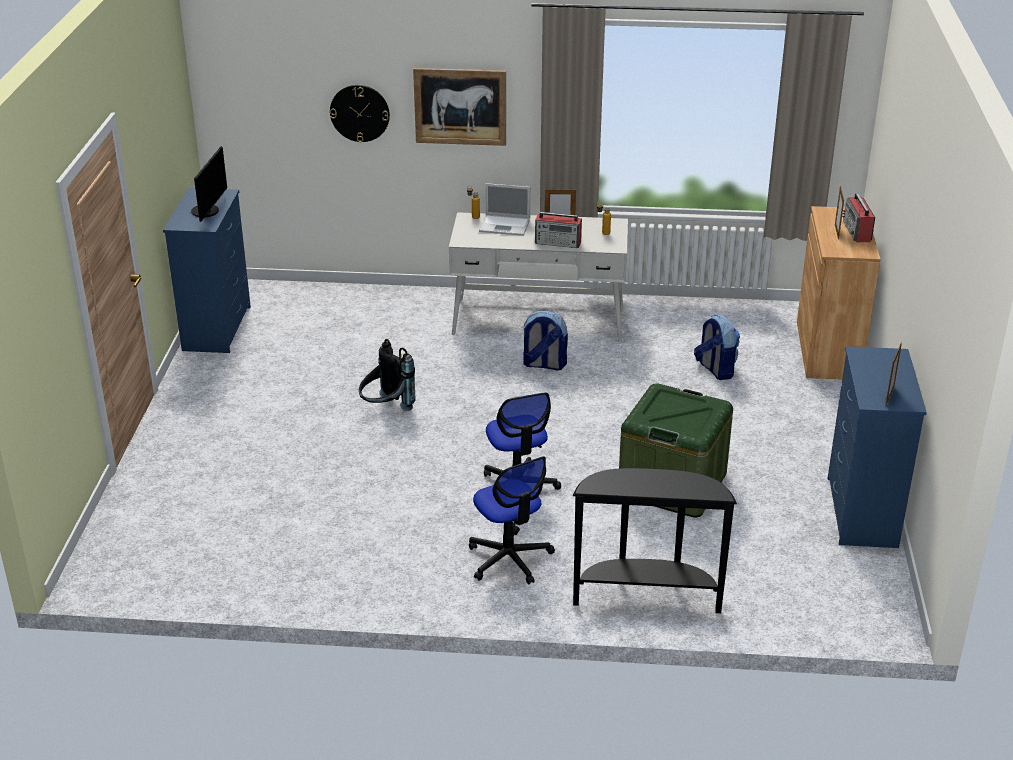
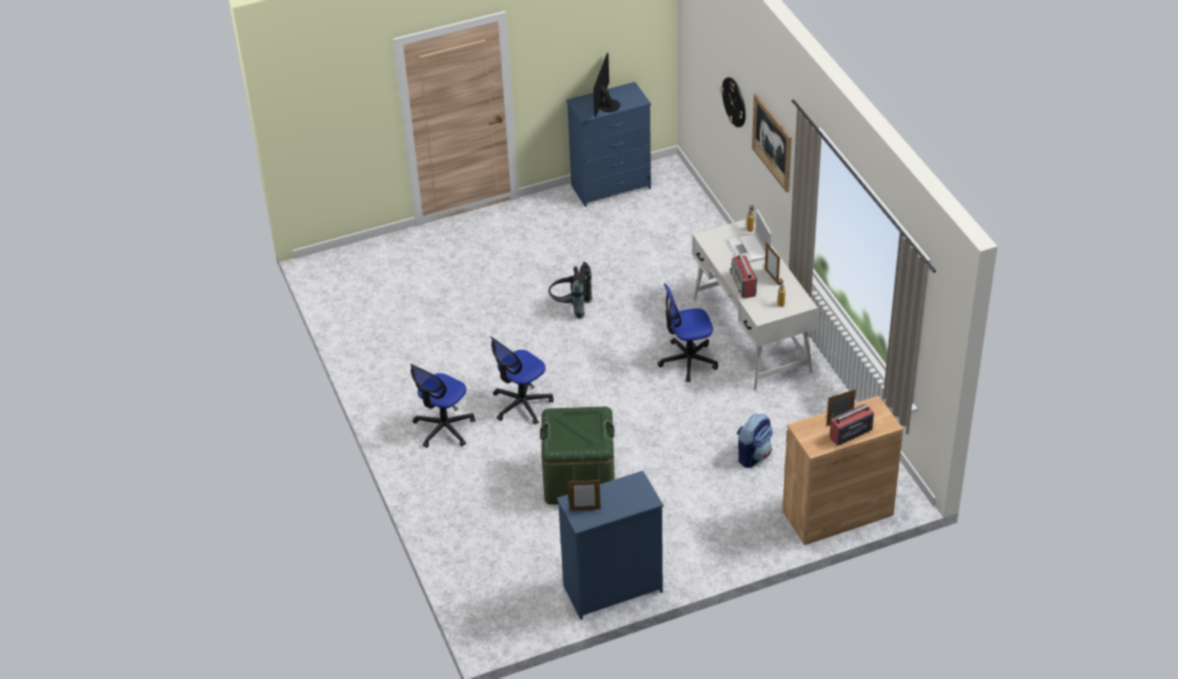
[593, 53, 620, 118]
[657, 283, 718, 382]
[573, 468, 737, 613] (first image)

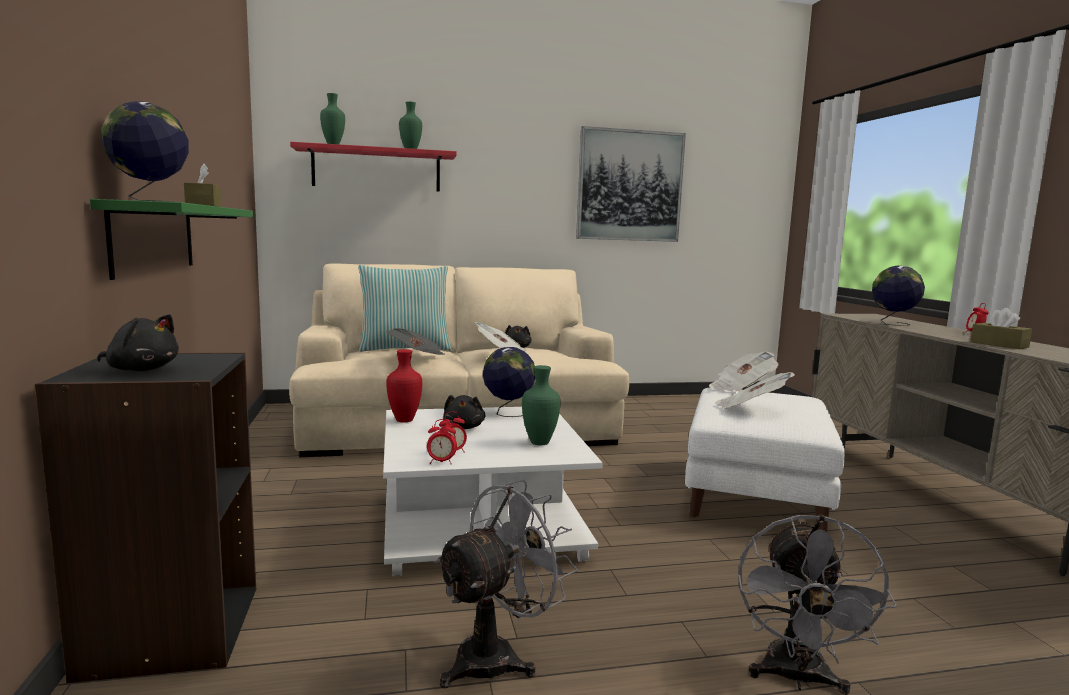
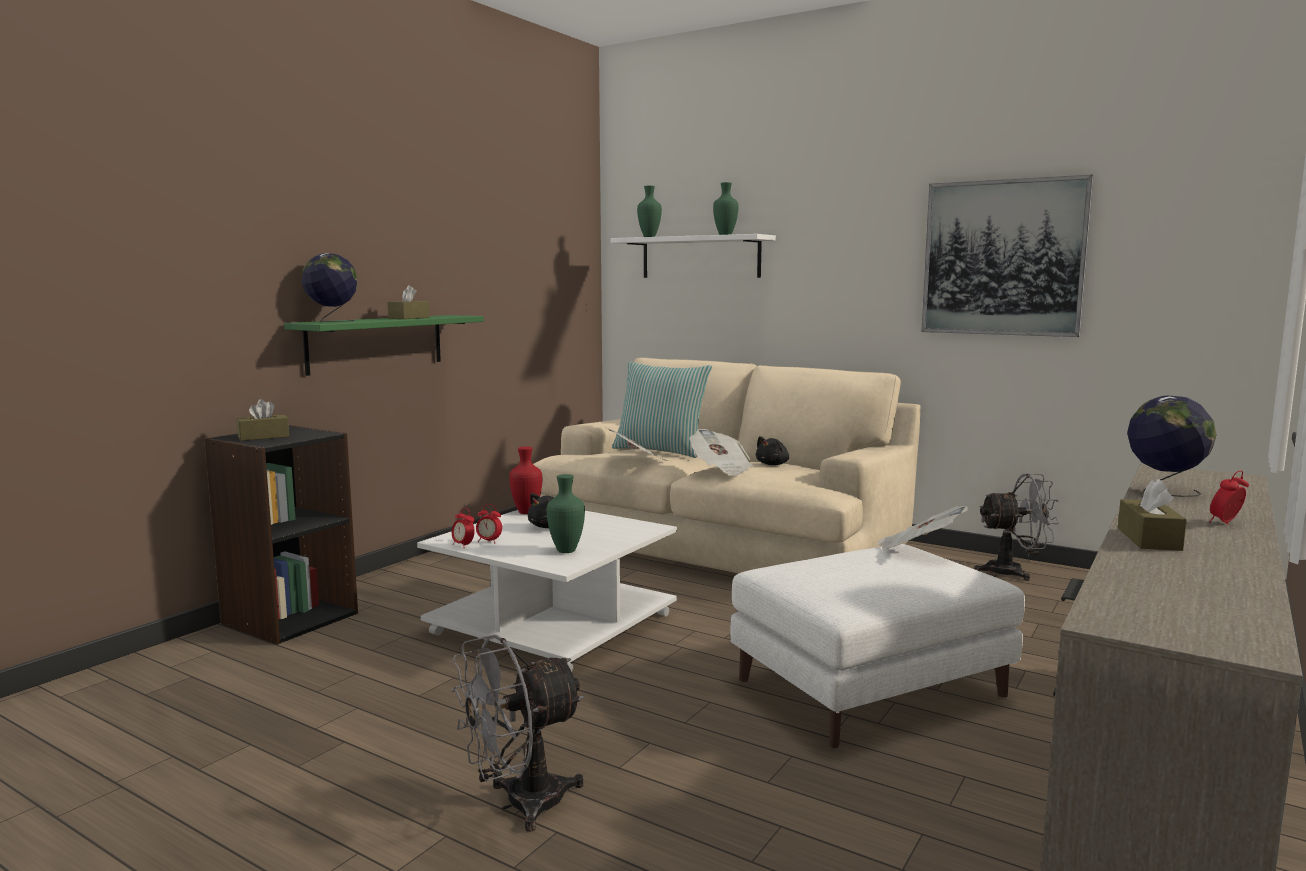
[237, 399, 289, 441]
[611, 234, 776, 278]
[974, 474, 1059, 581]
[483, 347, 535, 417] (first image)
[715, 372, 795, 409] (first image)

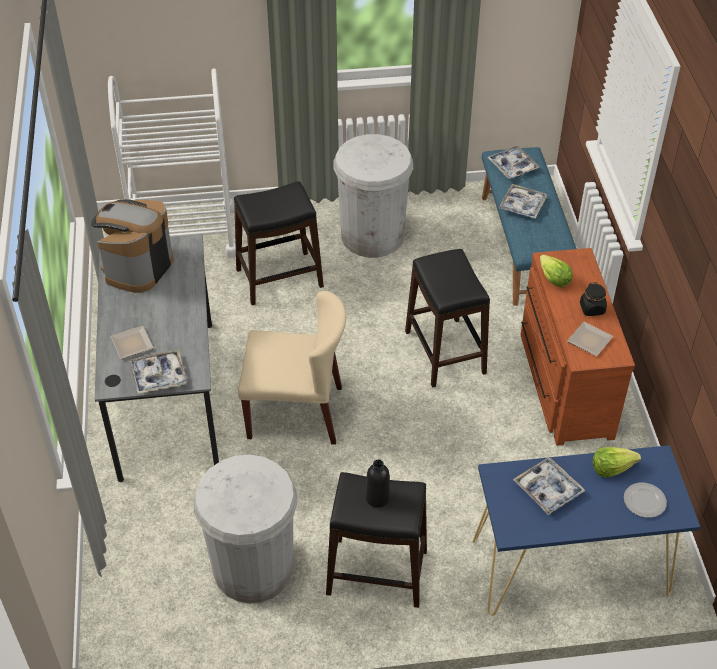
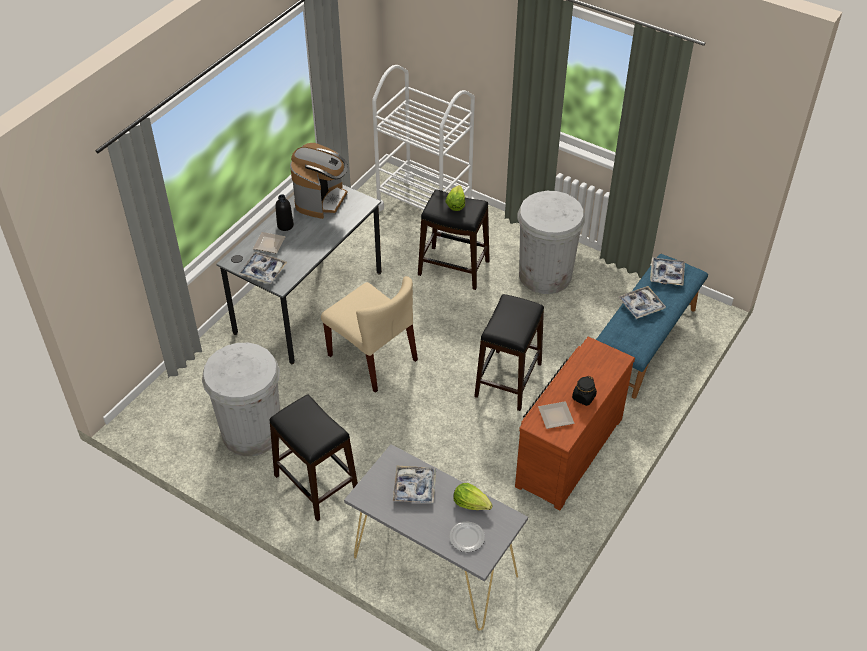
[290, 143, 348, 219]
[275, 194, 294, 231]
[344, 444, 528, 630]
[445, 185, 465, 211]

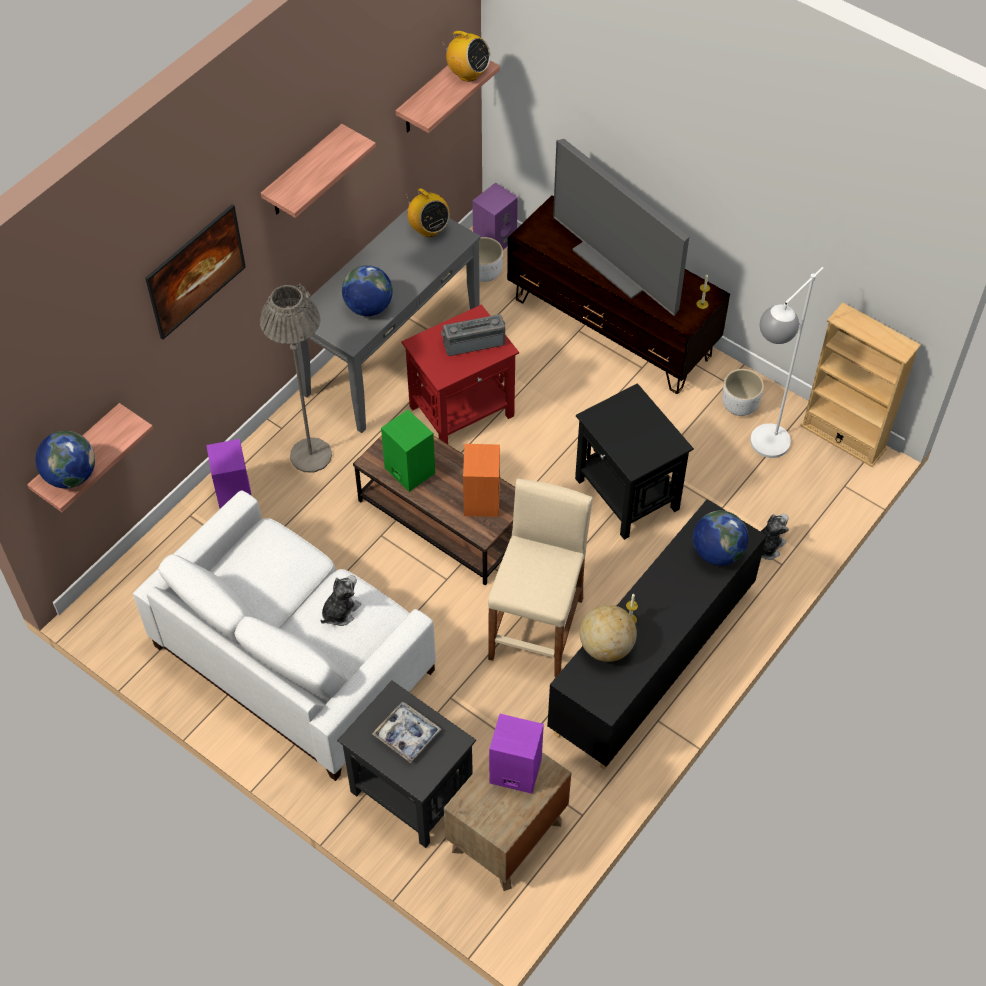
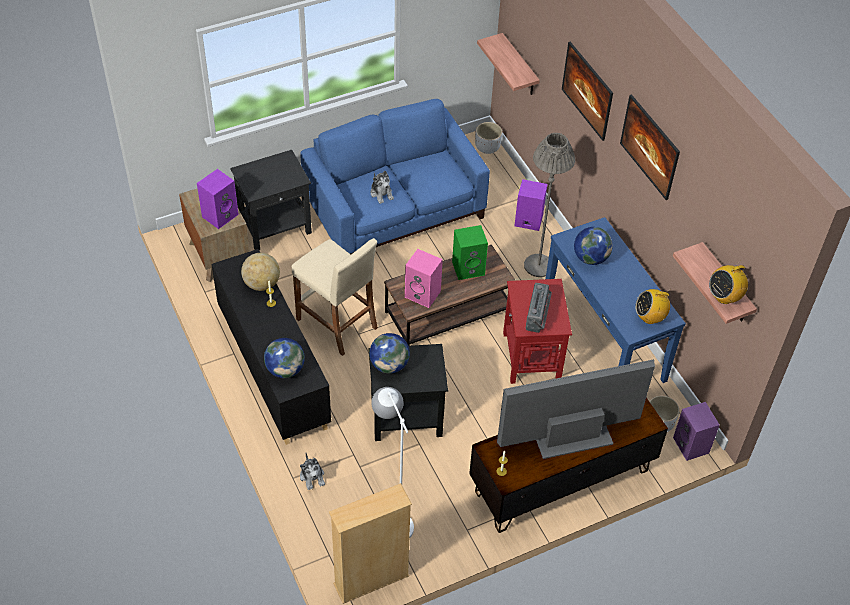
[369, 333, 410, 374]
[300, 99, 490, 254]
[620, 94, 680, 200]
[545, 217, 686, 383]
[372, 702, 441, 763] (first image)
[405, 249, 443, 308]
[475, 122, 502, 154]

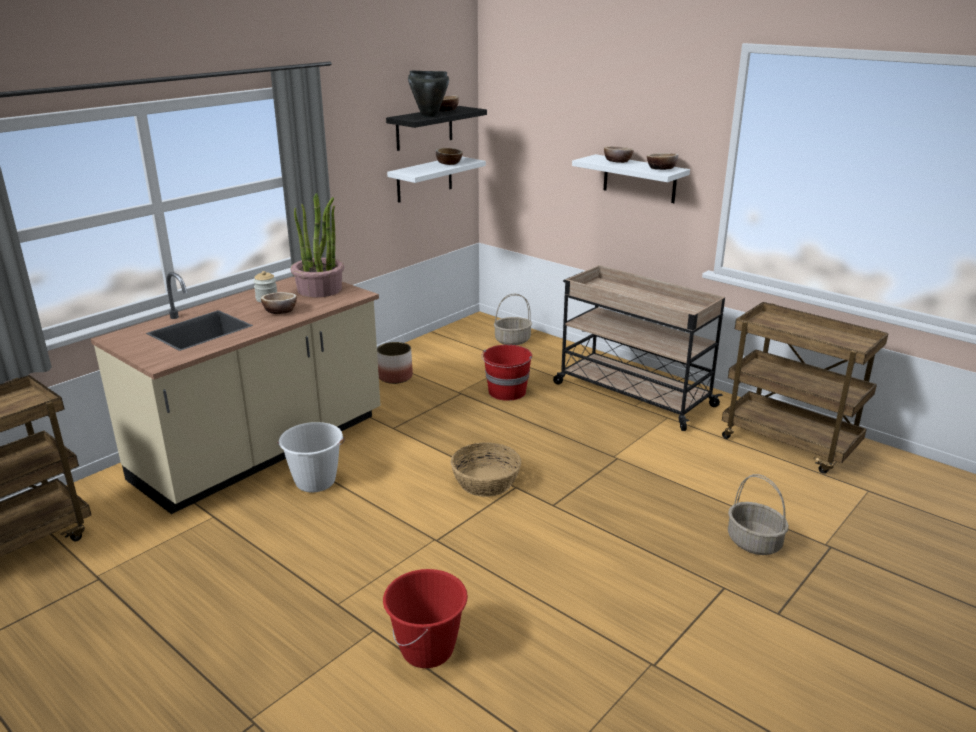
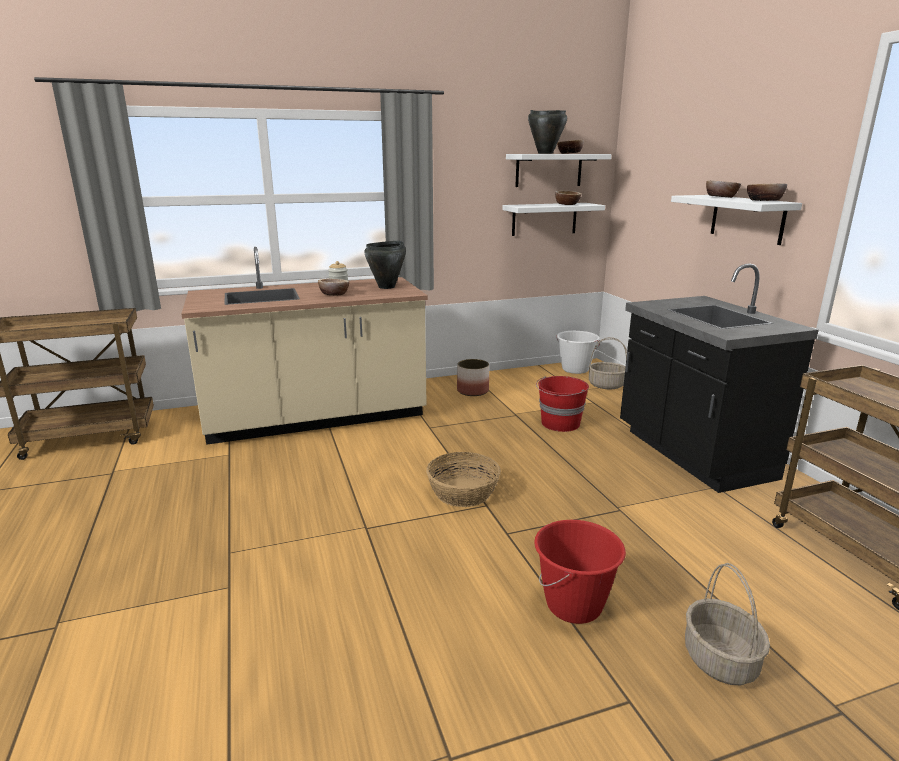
[556, 331, 600, 374]
[364, 241, 406, 289]
[534, 520, 626, 624]
[506, 154, 612, 187]
[620, 263, 819, 493]

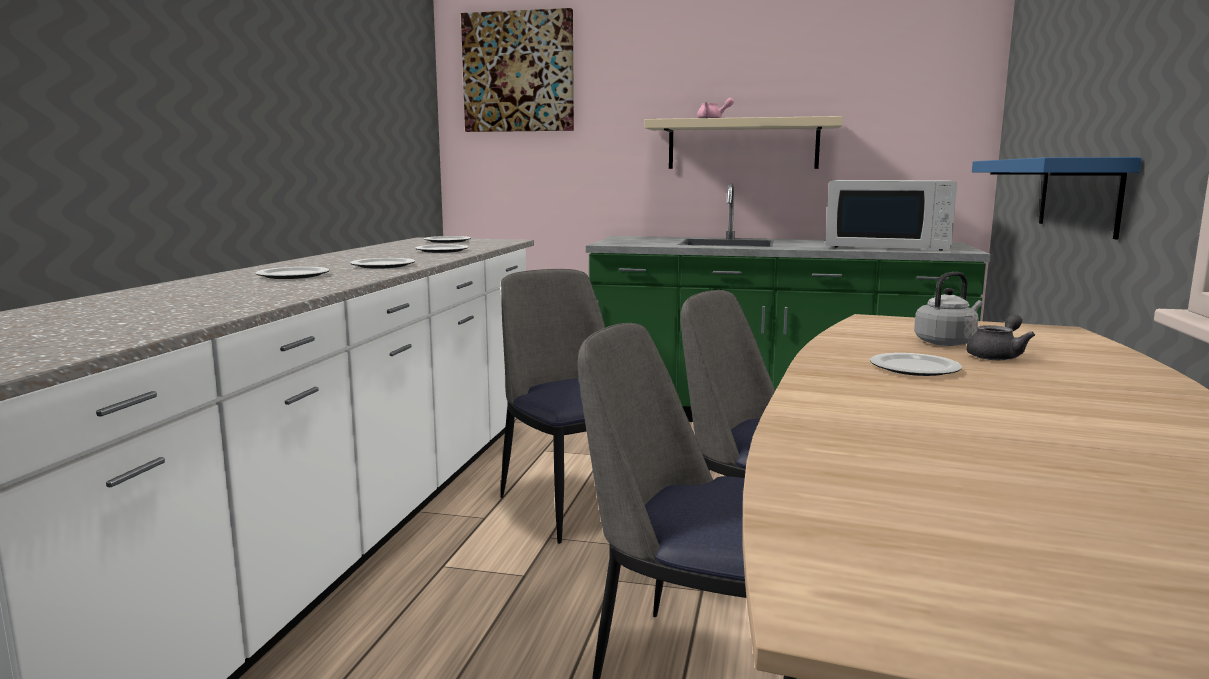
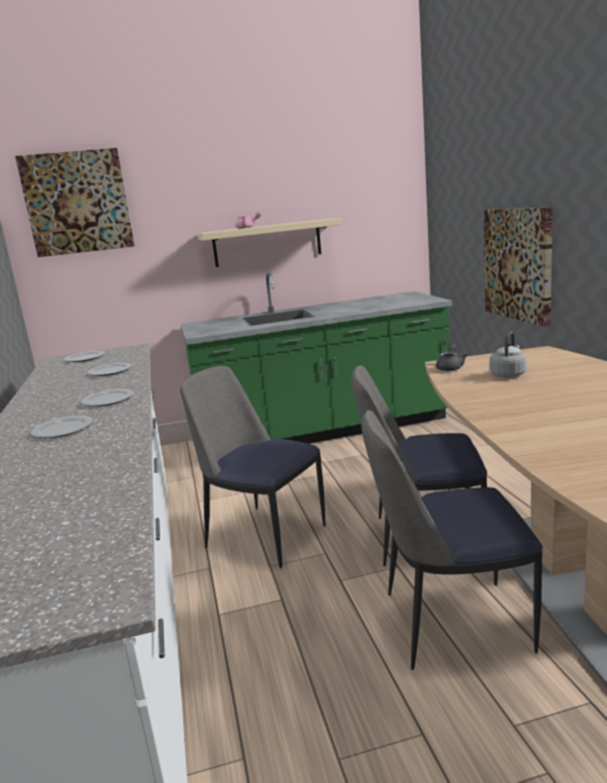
[825, 180, 957, 251] (first image)
[870, 353, 962, 376] (first image)
[436, 344, 468, 371]
[484, 207, 553, 327]

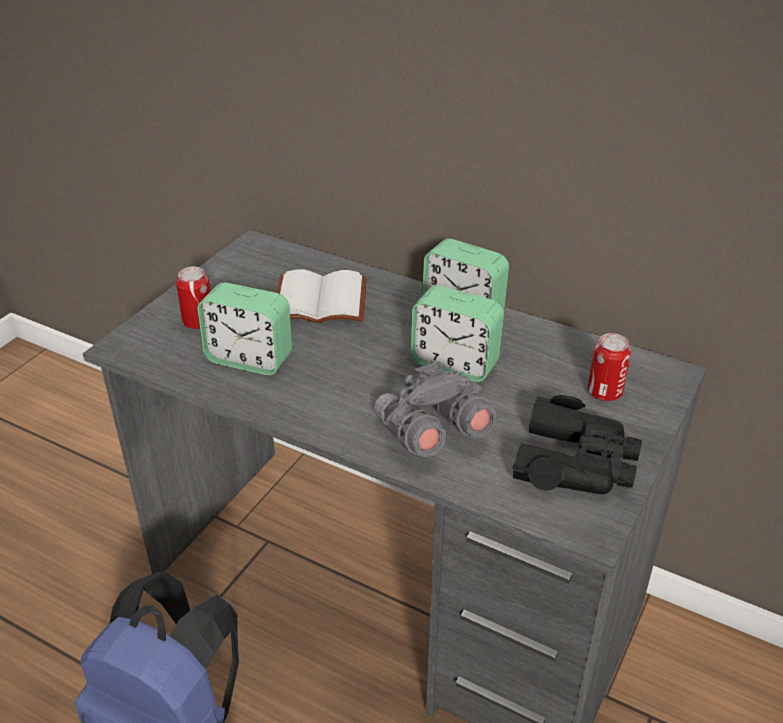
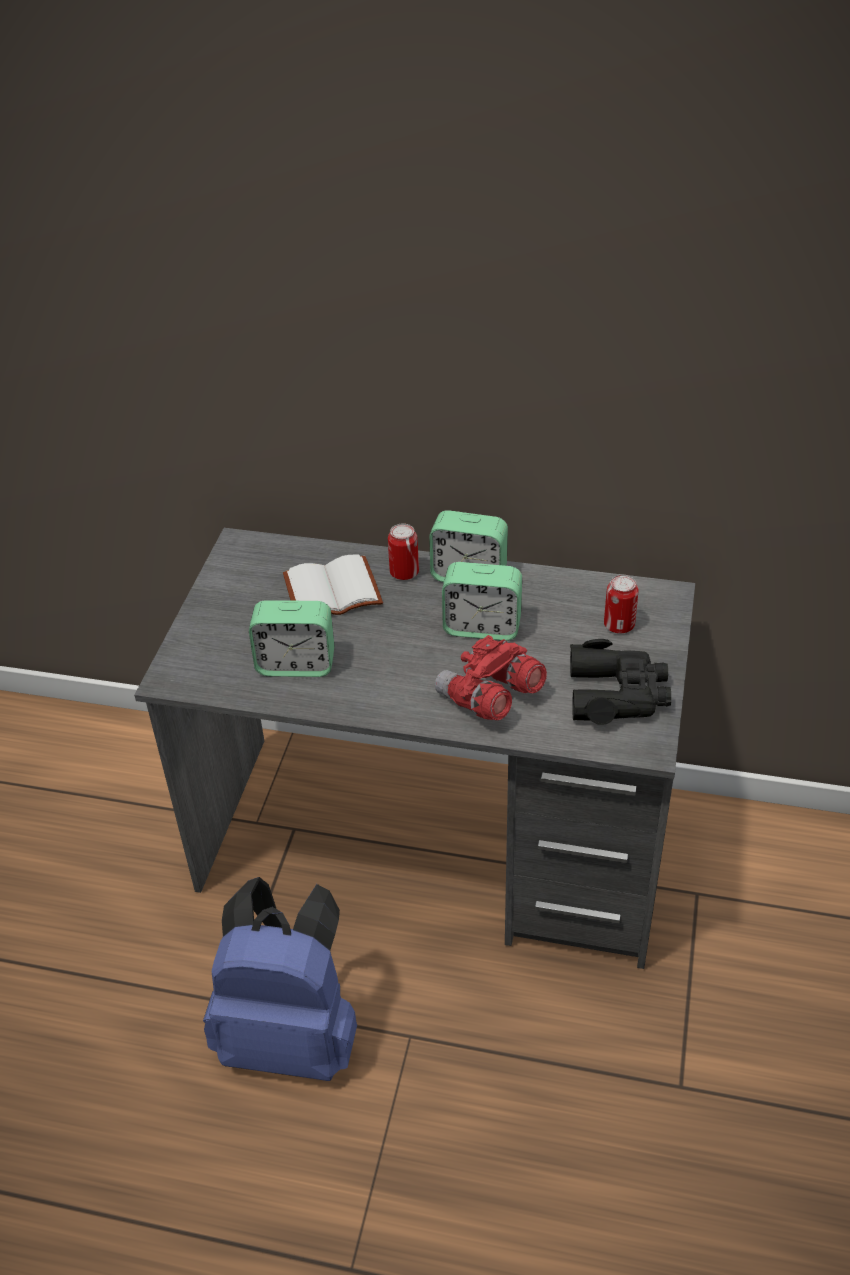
[388, 523, 419, 580]
[435, 635, 547, 720]

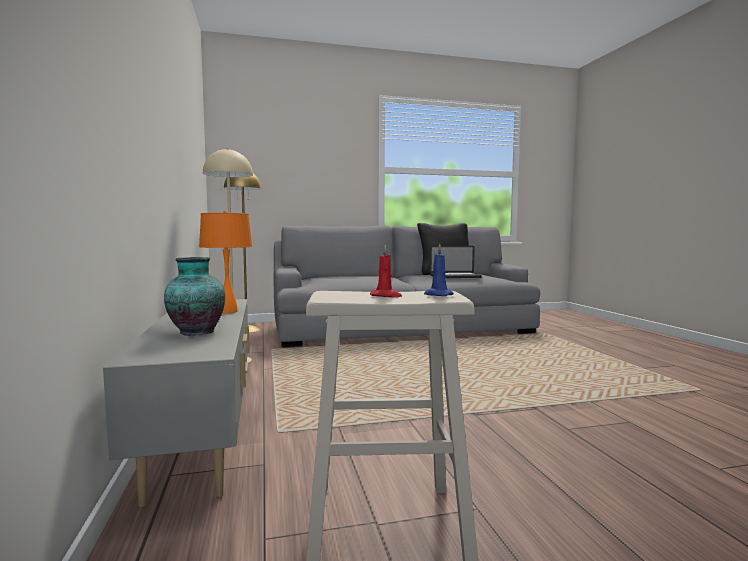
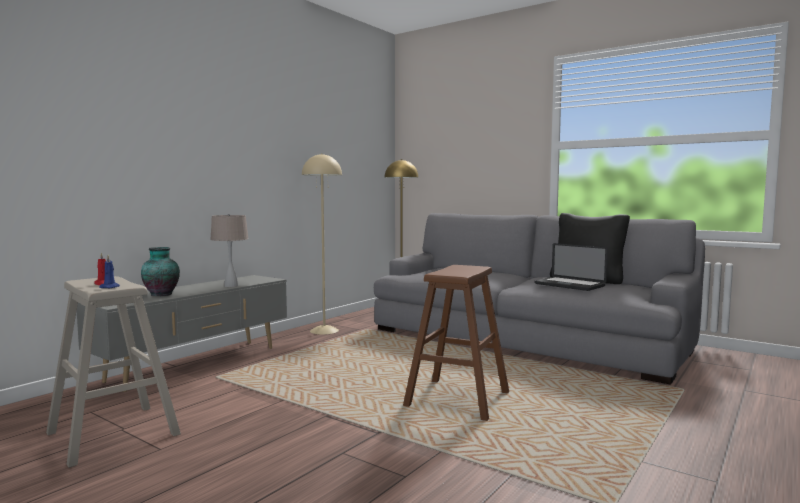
[210, 214, 249, 287]
[403, 265, 509, 421]

